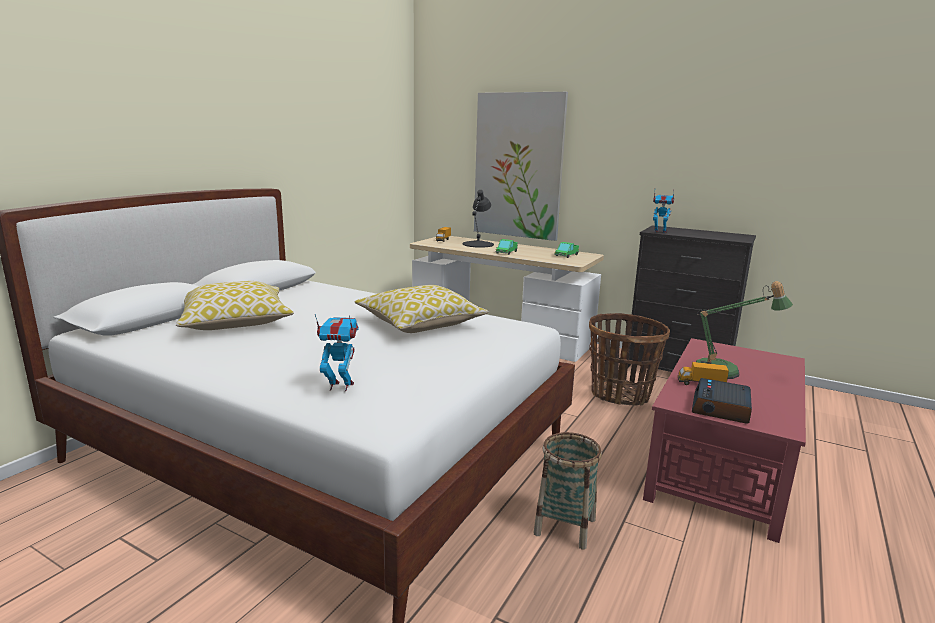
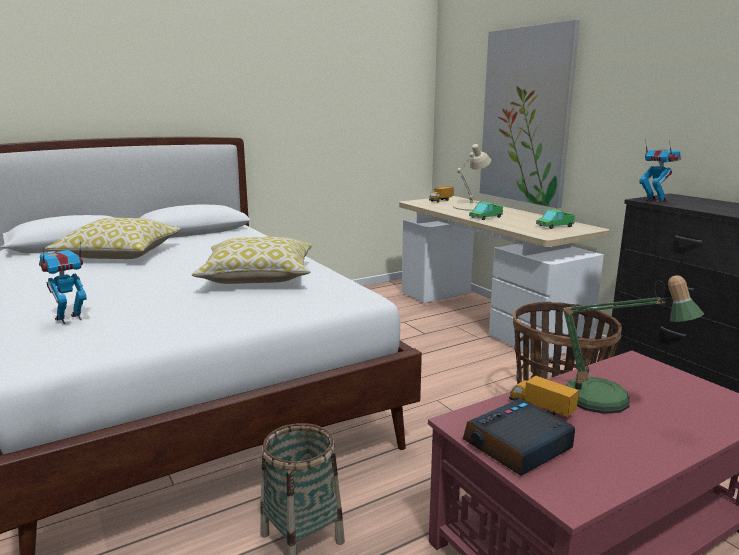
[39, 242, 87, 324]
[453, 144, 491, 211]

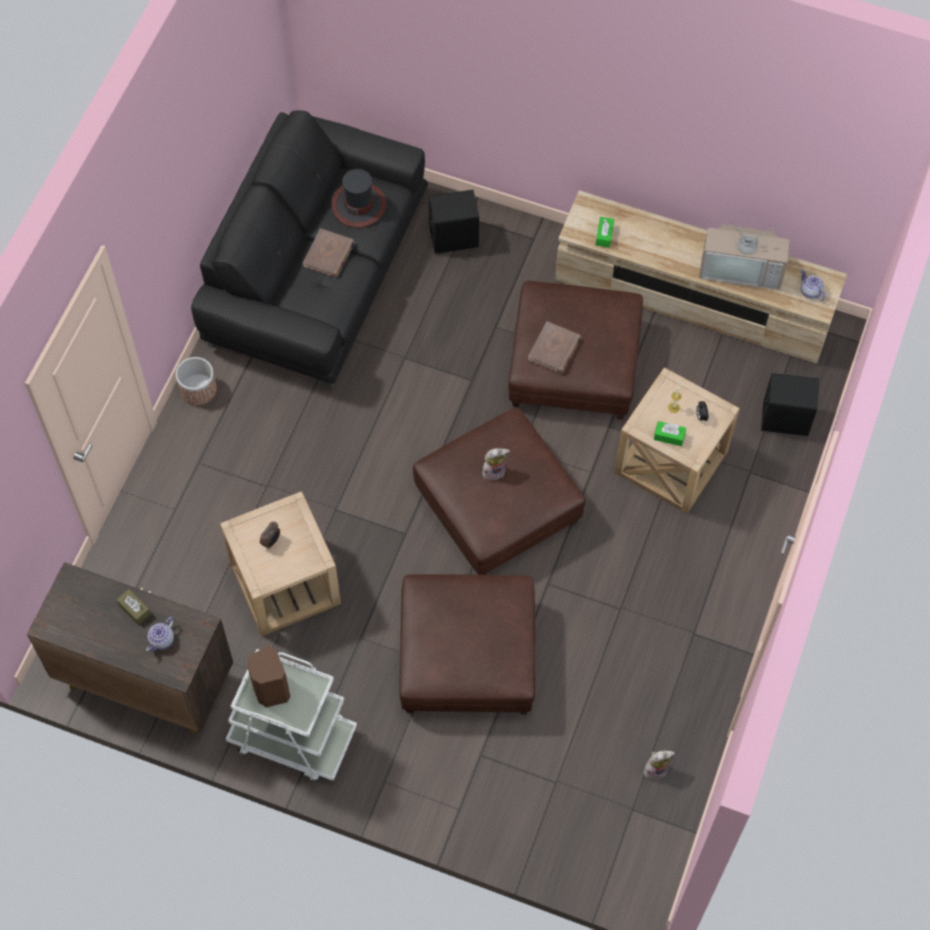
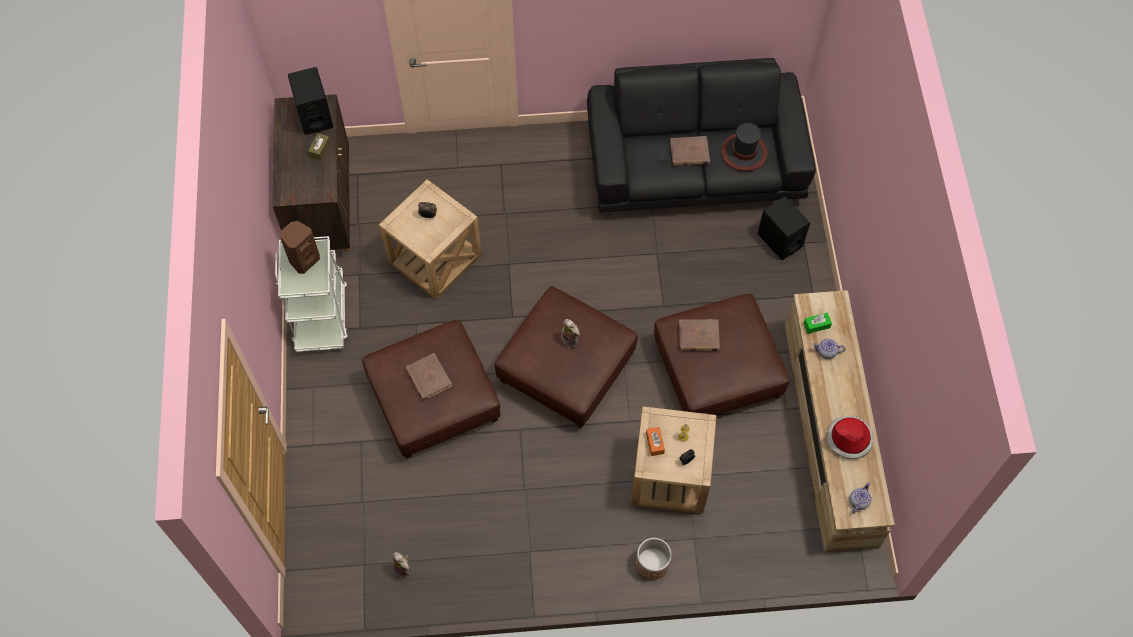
[812, 339, 846, 359]
[636, 538, 672, 580]
[646, 427, 665, 456]
[826, 416, 873, 459]
[288, 67, 333, 135]
[405, 353, 452, 401]

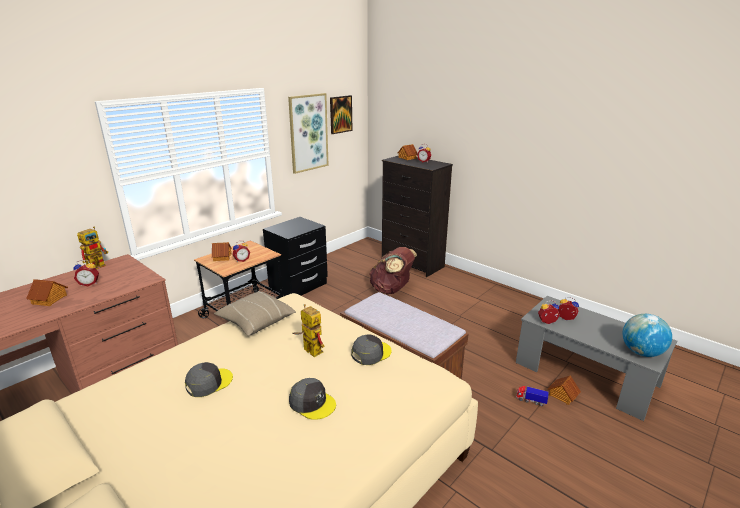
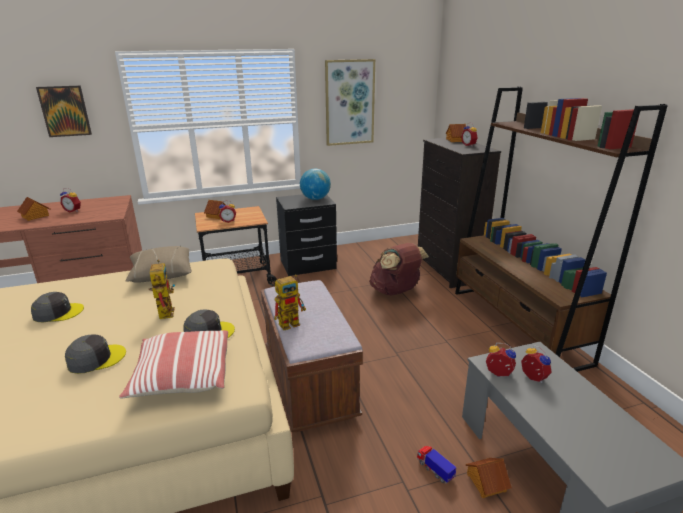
[274, 274, 306, 330]
[65, 335, 126, 374]
[36, 86, 92, 137]
[300, 169, 331, 200]
[119, 330, 228, 399]
[455, 87, 668, 372]

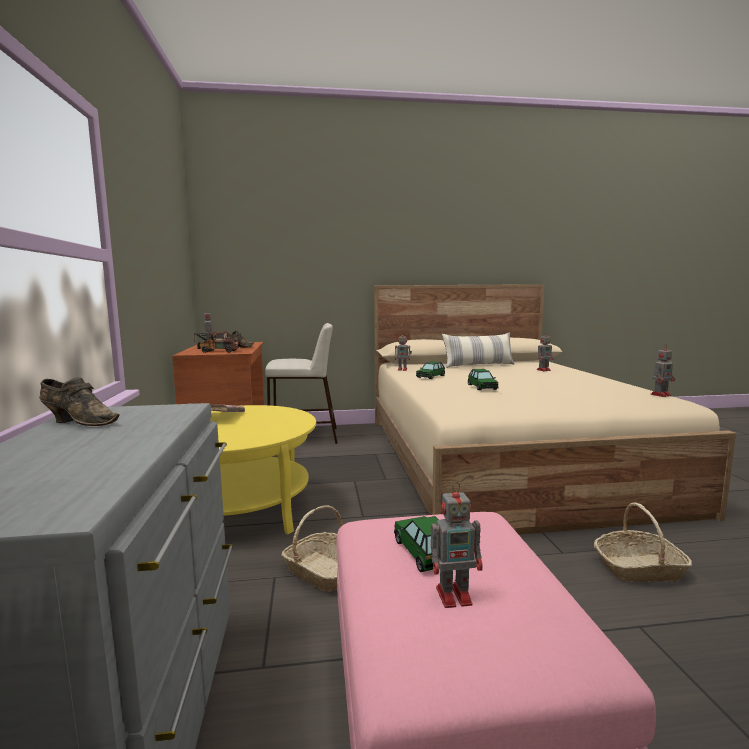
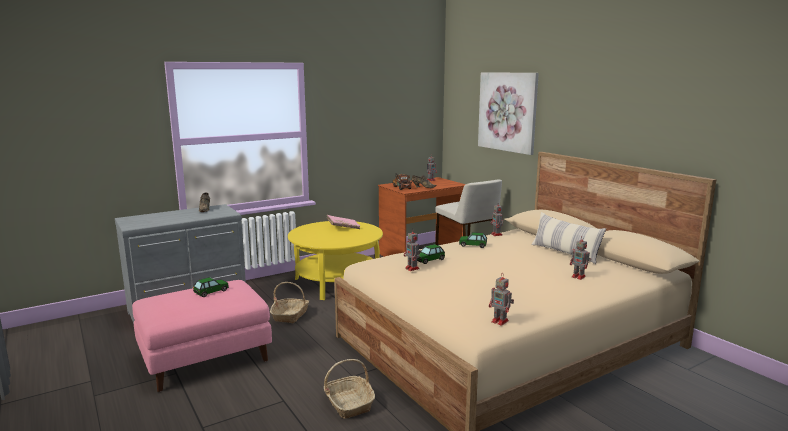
[404, 230, 420, 271]
[478, 73, 539, 155]

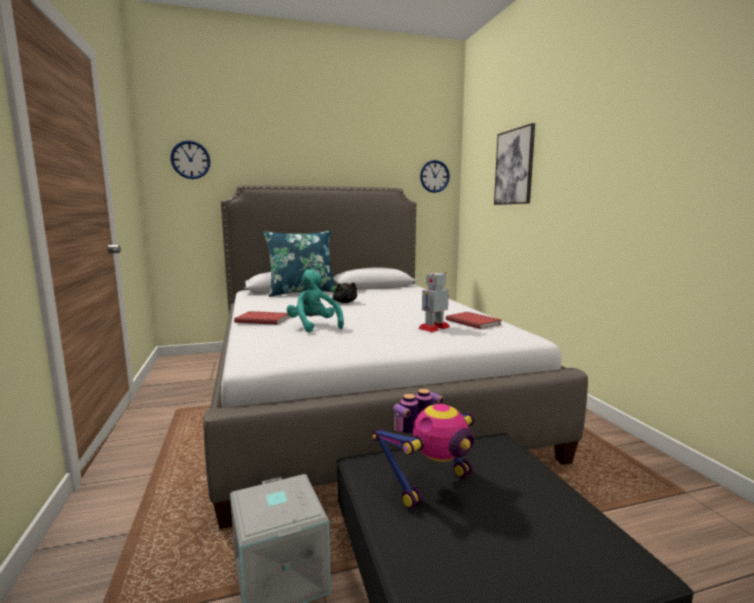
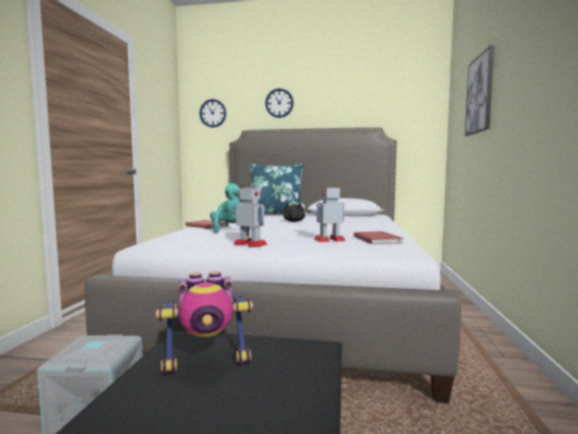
[265, 88, 294, 118]
[233, 186, 267, 247]

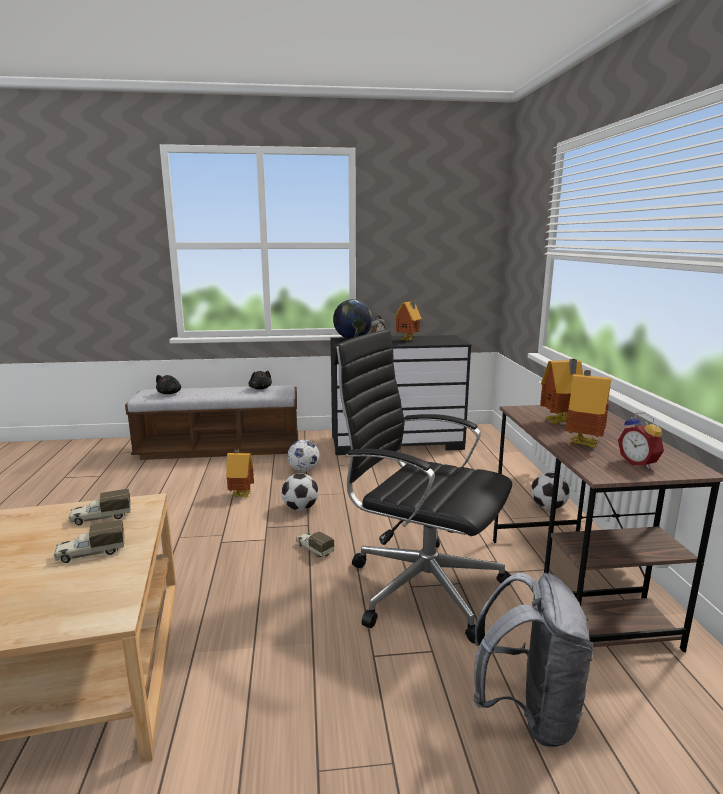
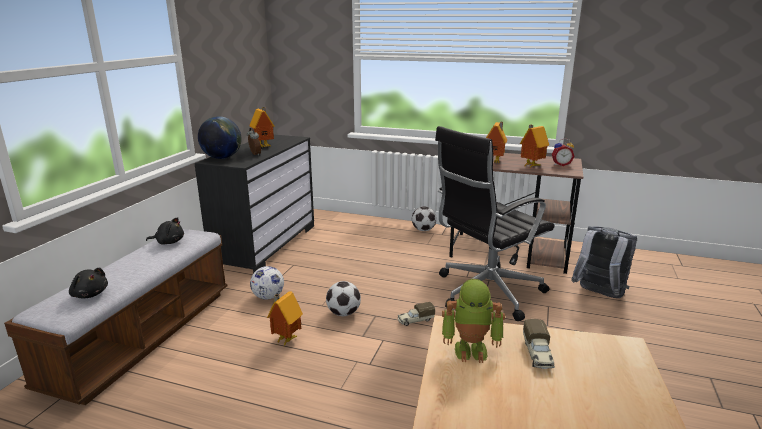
[442, 279, 505, 363]

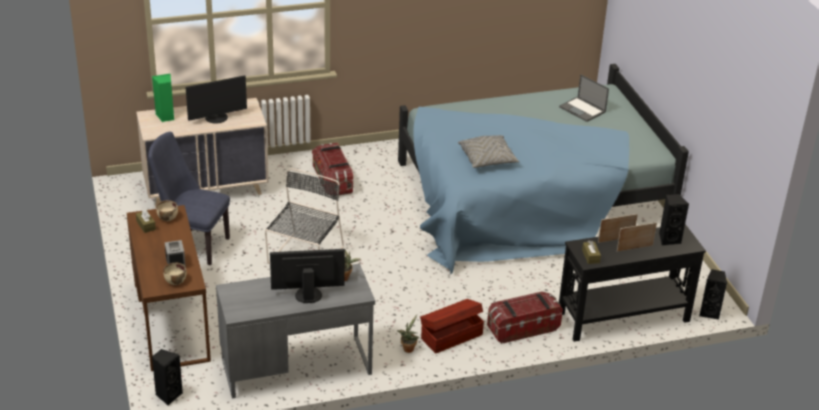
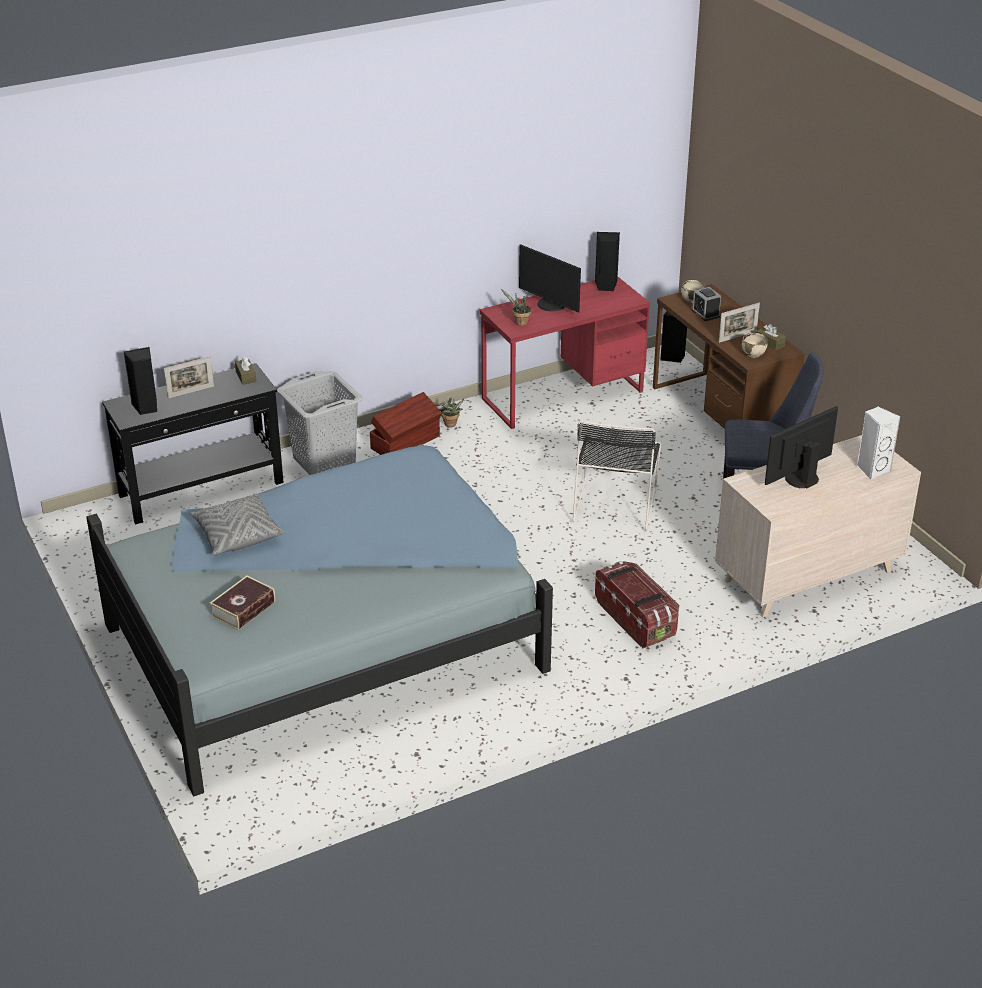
[857, 406, 900, 480]
[480, 277, 650, 429]
[519, 244, 581, 313]
[190, 494, 285, 555]
[277, 371, 363, 475]
[210, 576, 275, 630]
[719, 303, 760, 343]
[595, 232, 620, 291]

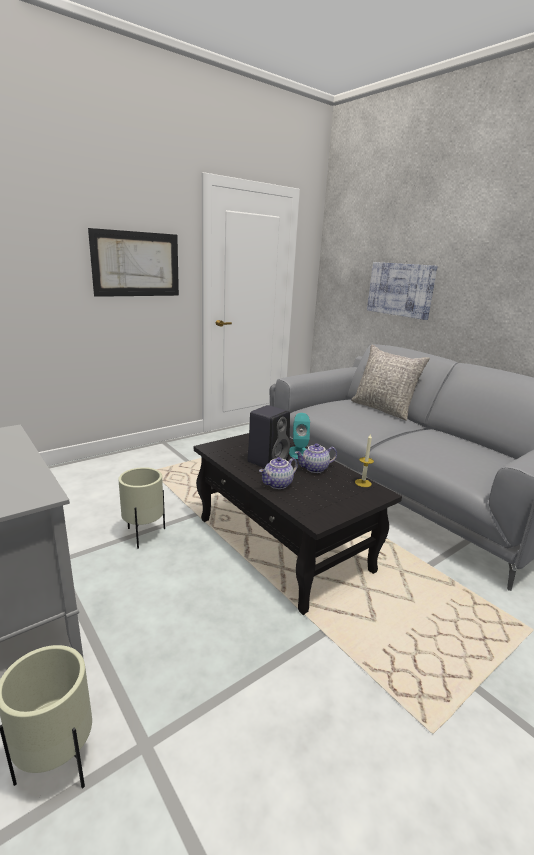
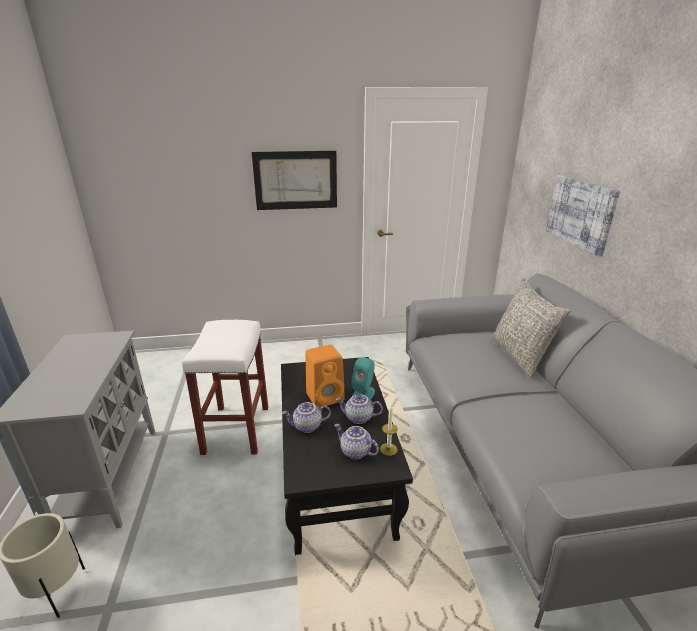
[182, 320, 268, 455]
[305, 344, 345, 408]
[335, 424, 379, 459]

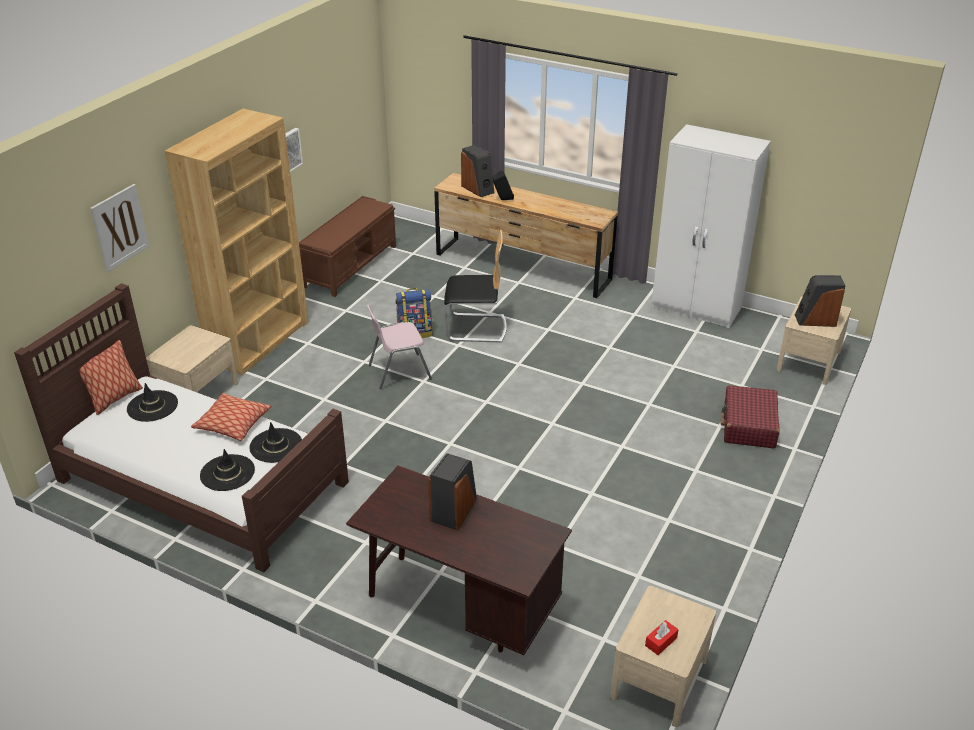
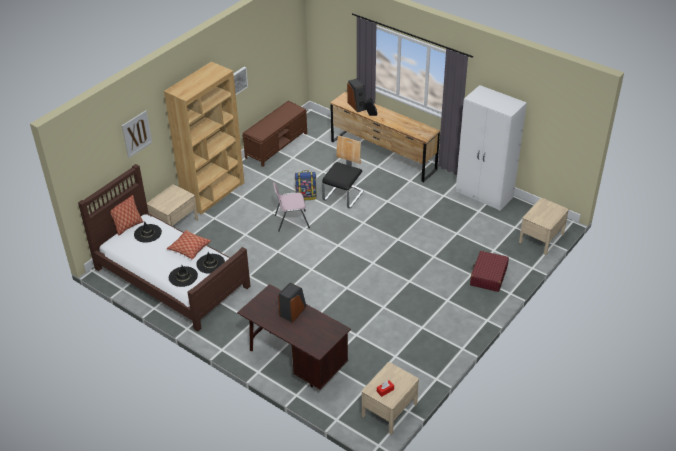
[322, 135, 364, 208]
[795, 275, 846, 327] (first image)

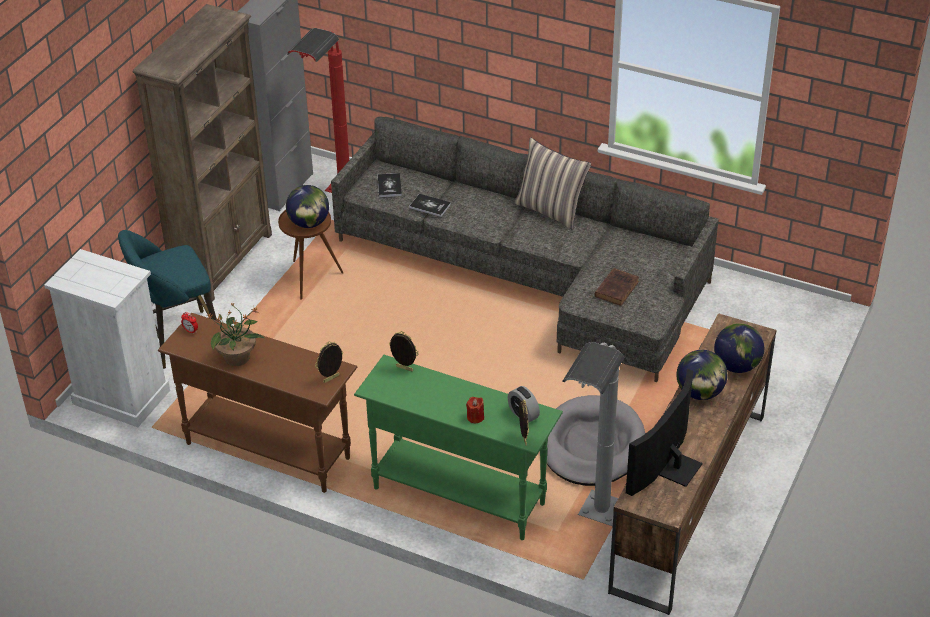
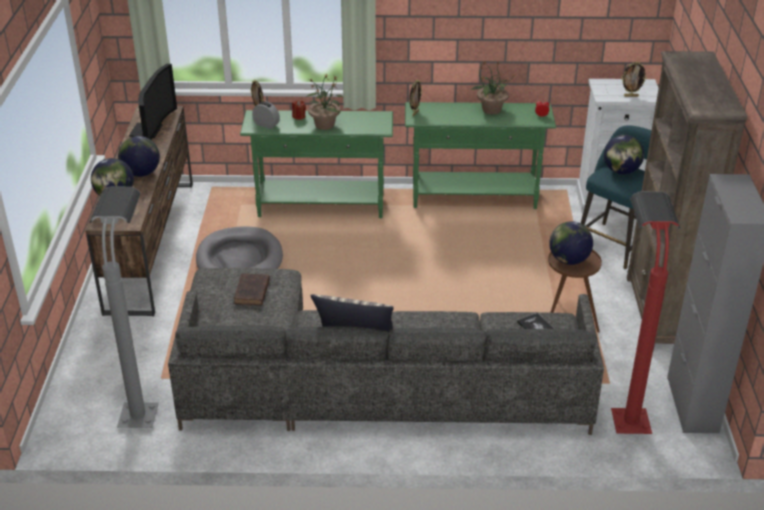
[405, 102, 556, 209]
[621, 61, 647, 97]
[409, 194, 451, 217] (first image)
[89, 187, 159, 428]
[306, 73, 343, 130]
[604, 135, 644, 174]

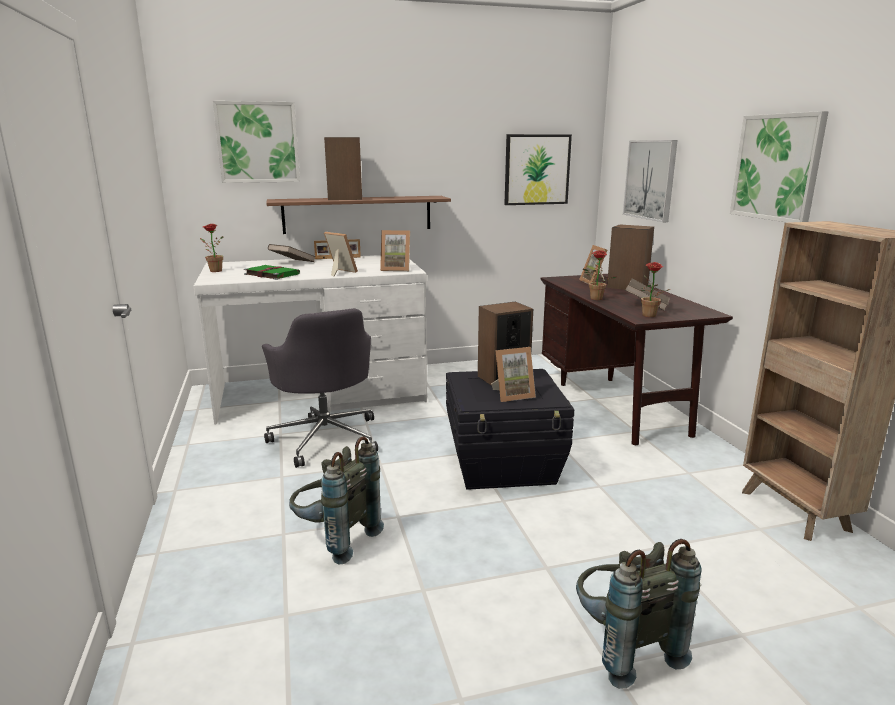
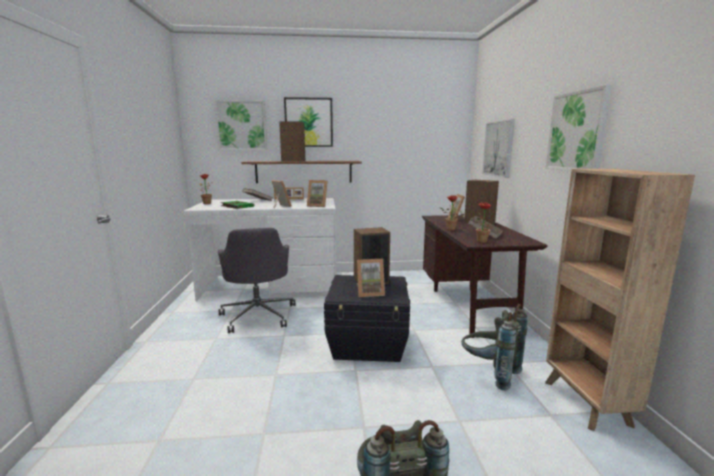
[461, 304, 528, 390]
[284, 97, 333, 147]

